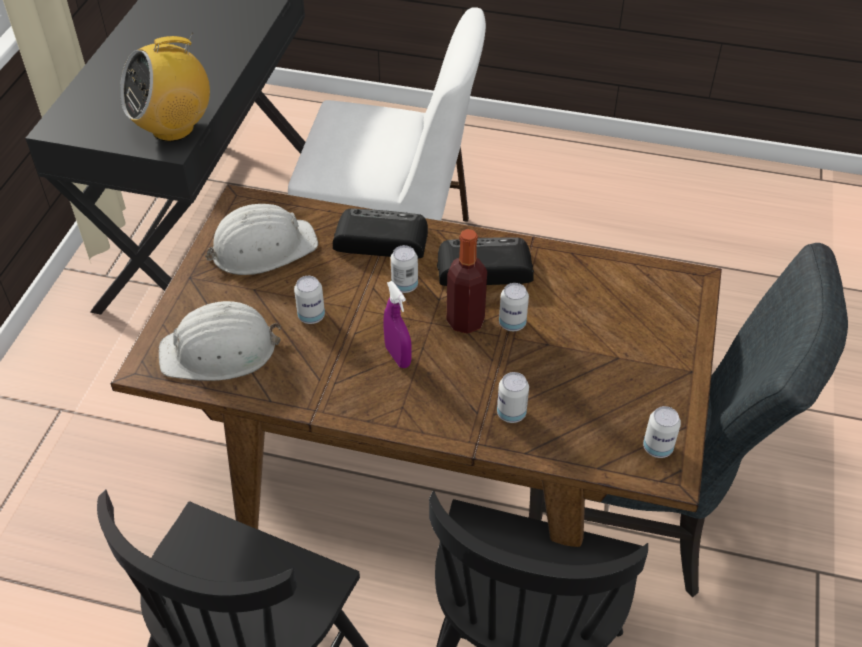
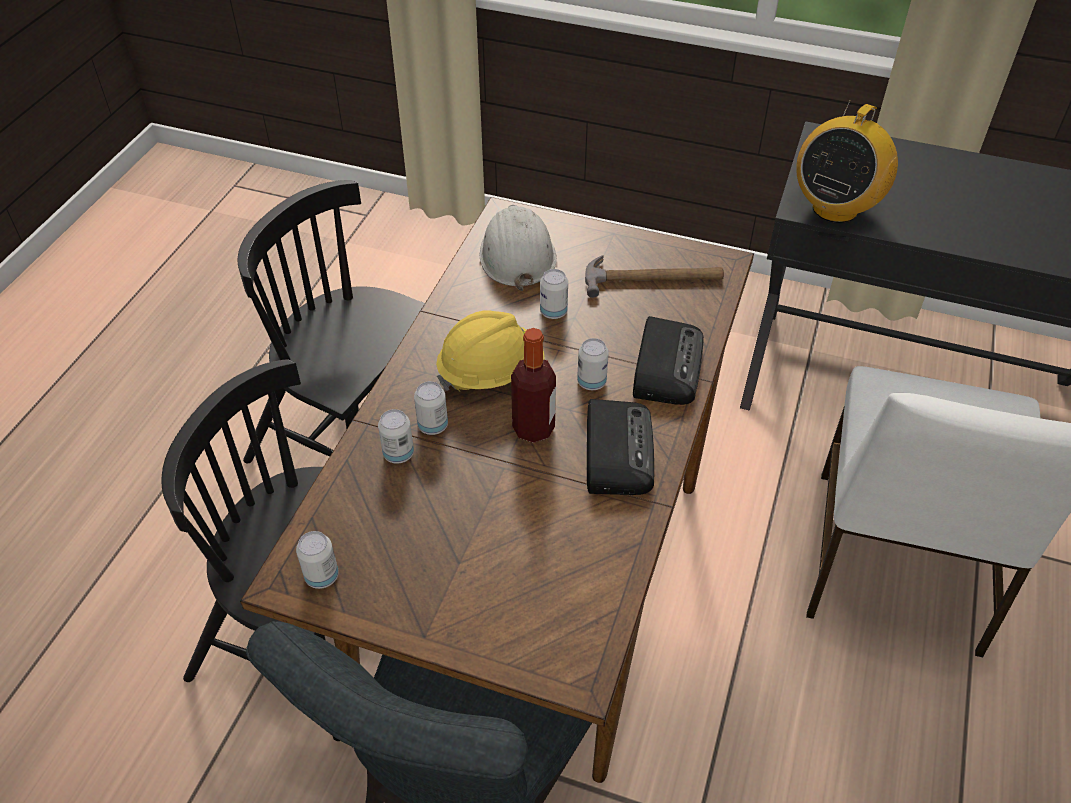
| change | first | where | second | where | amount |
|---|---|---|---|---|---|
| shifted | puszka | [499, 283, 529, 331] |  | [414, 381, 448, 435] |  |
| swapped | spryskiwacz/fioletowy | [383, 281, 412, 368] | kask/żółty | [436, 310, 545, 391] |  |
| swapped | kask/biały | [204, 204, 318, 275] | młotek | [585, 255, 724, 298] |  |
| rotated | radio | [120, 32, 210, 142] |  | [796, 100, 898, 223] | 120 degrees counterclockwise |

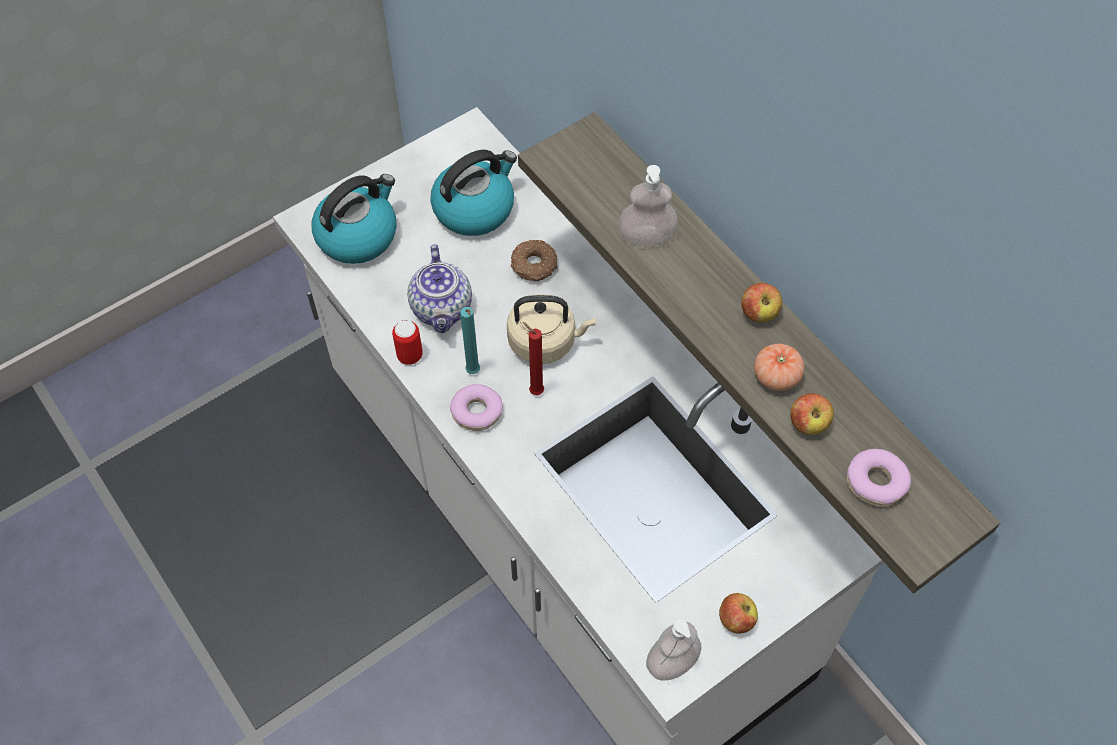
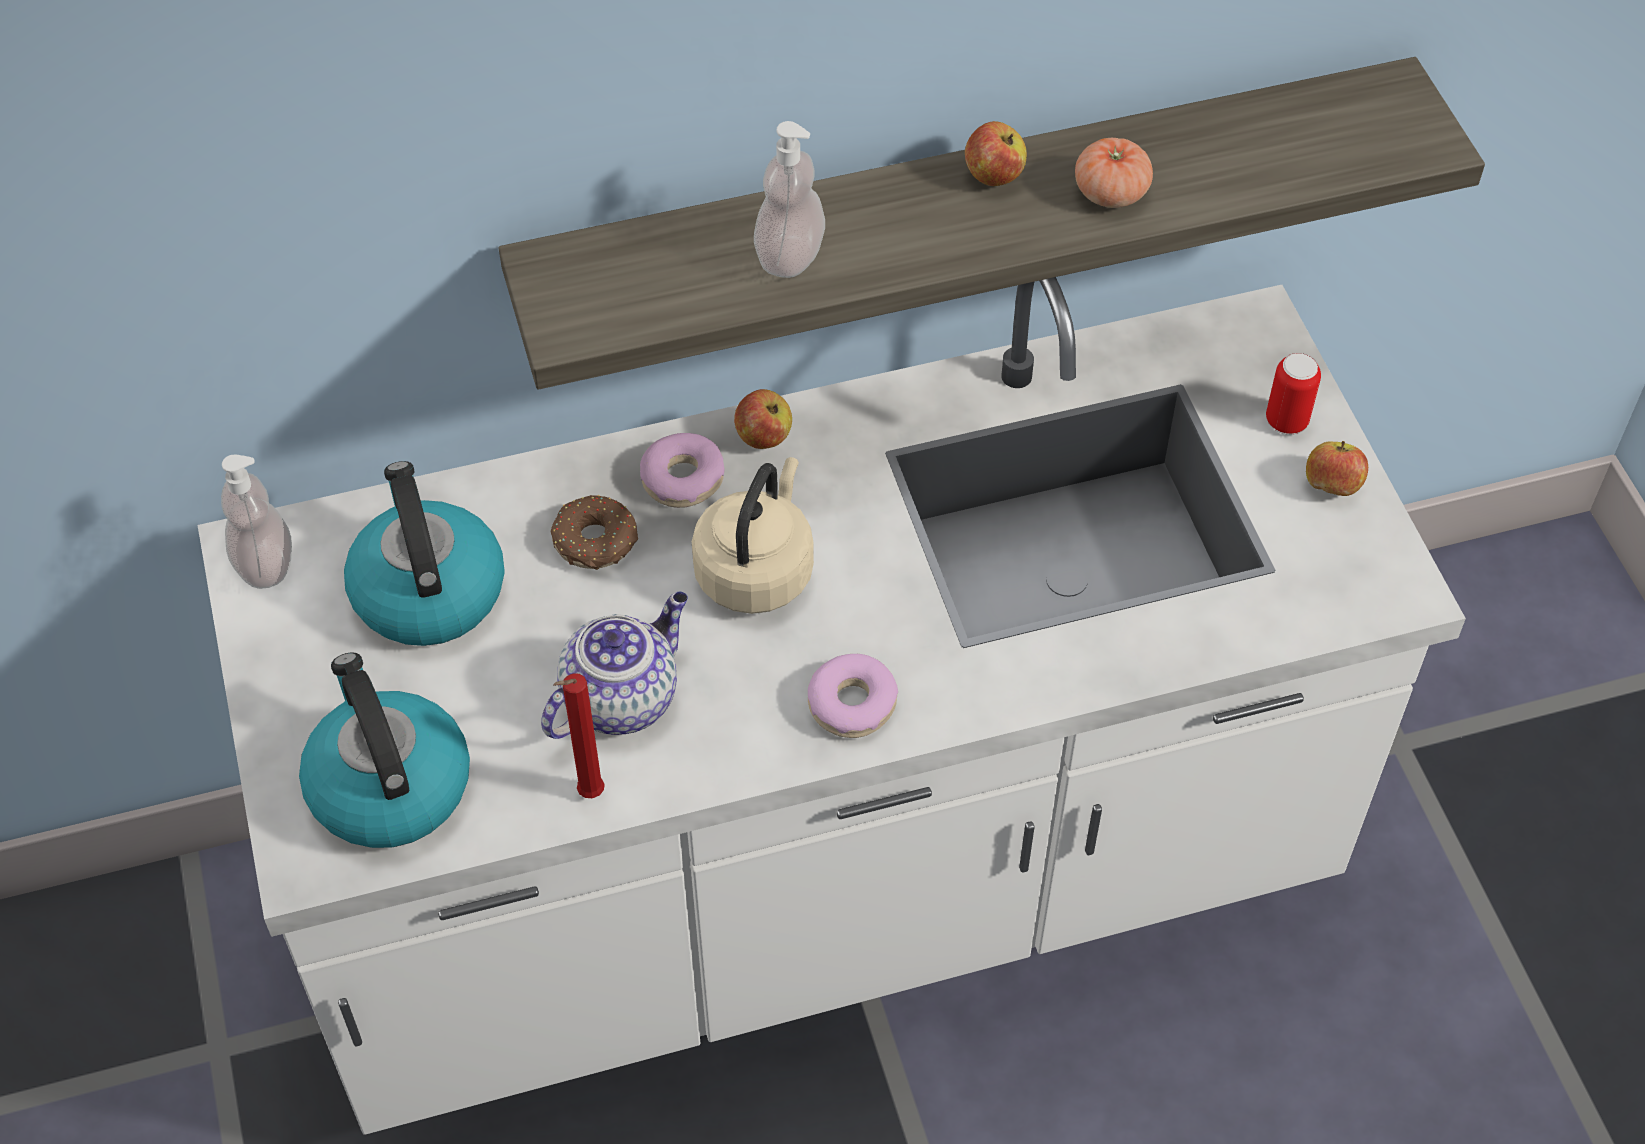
| change | first | where | second | where | amount |
|---|---|---|---|---|---|
| shifted | dozownik mydła | [646, 619, 701, 681] |  | [221, 455, 292, 589] |  |
| rotated | imbryk | [407, 244, 472, 333] |  | [541, 591, 688, 739] | 60 degrees counterclockwise |
| shifted | świeca/czerwony | [523, 322, 544, 395] |  | [553, 673, 605, 798] |  |
| shifted | donut | [847, 449, 911, 507] |  | [640, 433, 725, 508] |  |
| shifted | jabłko | [790, 393, 834, 435] |  | [734, 389, 792, 449] |  |
| shifted | puszka | [392, 320, 423, 365] |  | [1266, 353, 1321, 435] |  |
| gone | świeca/turkusowy | [460, 307, 480, 374] |  |  |  |

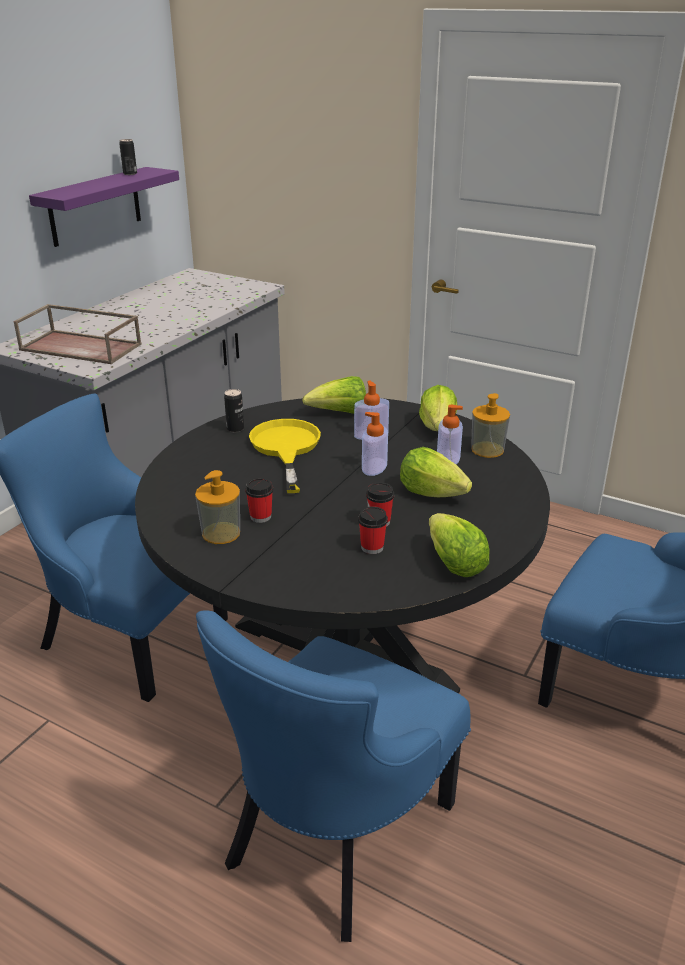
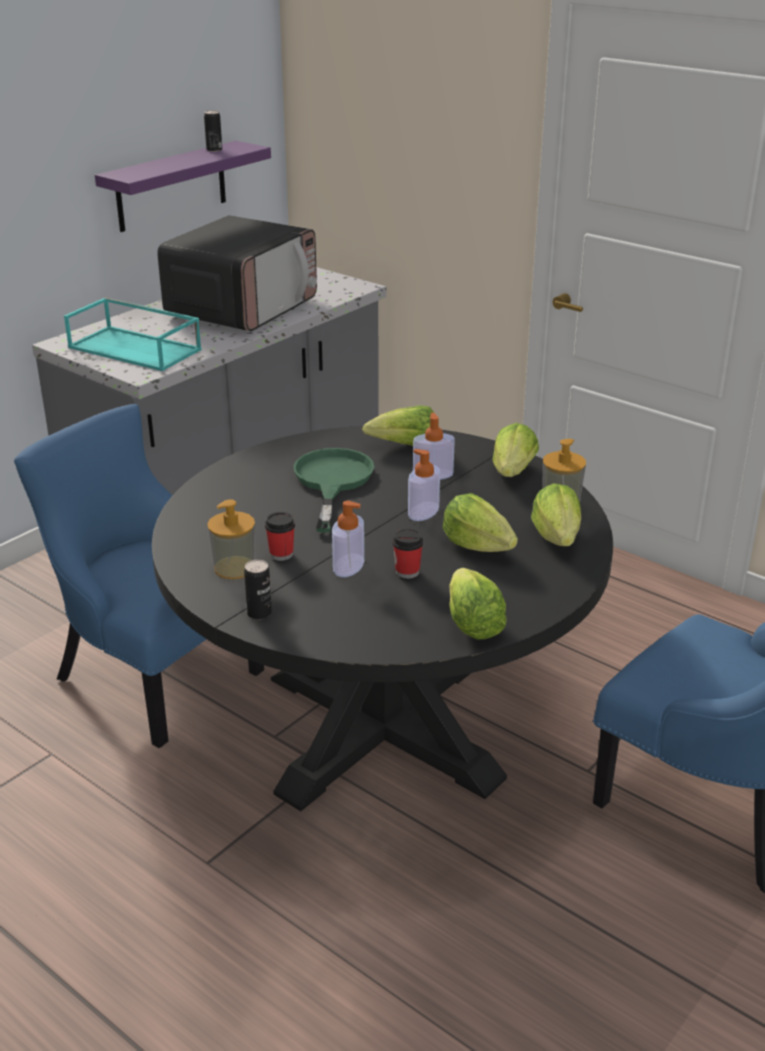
| change | first | where | second | where | amount |
|---|---|---|---|---|---|
| repainted | taca/brązowy | [13, 304, 142, 364] | taca/turkusowy | [64, 297, 202, 371] |  |
| new |  |  | mikrofalówka | [157, 215, 317, 331] |  |
| shifted | puszka | [224, 389, 244, 432] |  | [244, 560, 272, 620] |  |
| repainted | patelnia/żółty | [249, 419, 321, 493] | patelnia/zielony | [293, 448, 374, 532] |  |
| shifted | dozownik mydła | [437, 405, 463, 465] |  | [332, 501, 364, 577] |  |
| new |  |  | sałata | [531, 484, 581, 546] |  |
| gone | krzesło/niebieski | [196, 610, 471, 942] |  |  |  |
| gone | filiżanka | [358, 506, 388, 554] |  |  |  |

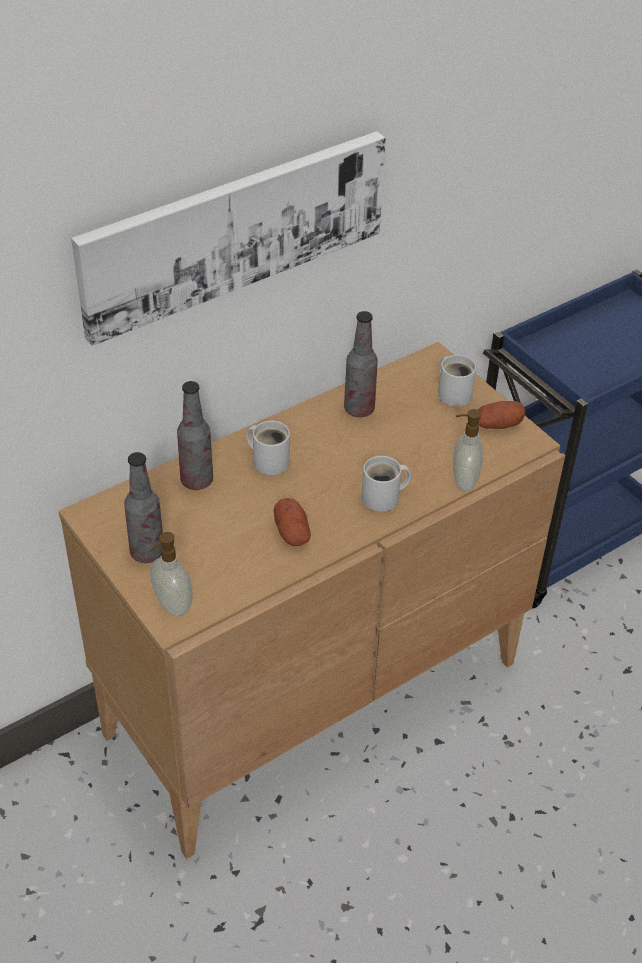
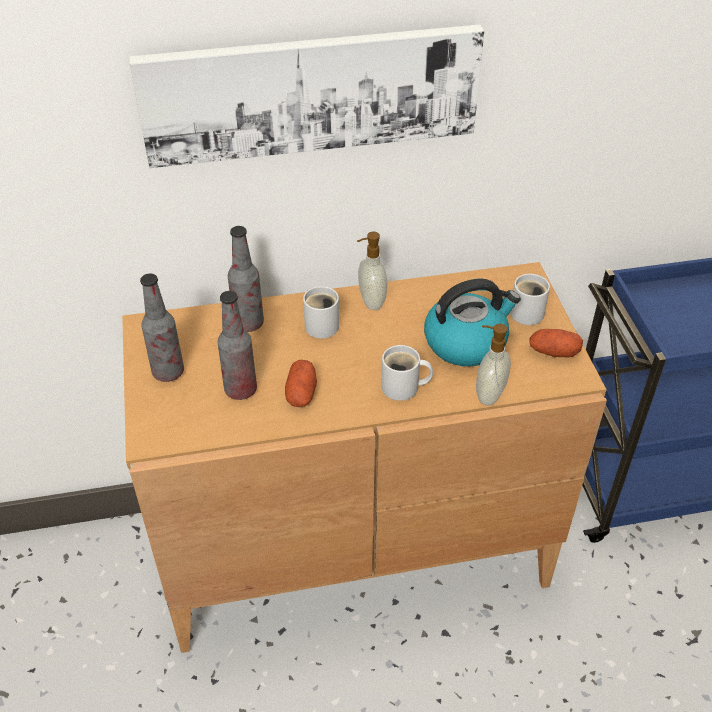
| change | first | where | second | where | amount |
|---|---|---|---|---|---|
| shifted | butelka | [344, 311, 378, 417] |  | [218, 291, 257, 400] |  |
| shifted | dozownik mydła | [150, 532, 193, 616] |  | [357, 232, 387, 310] |  |
| new |  |  | czajnik | [424, 279, 521, 366] |  |

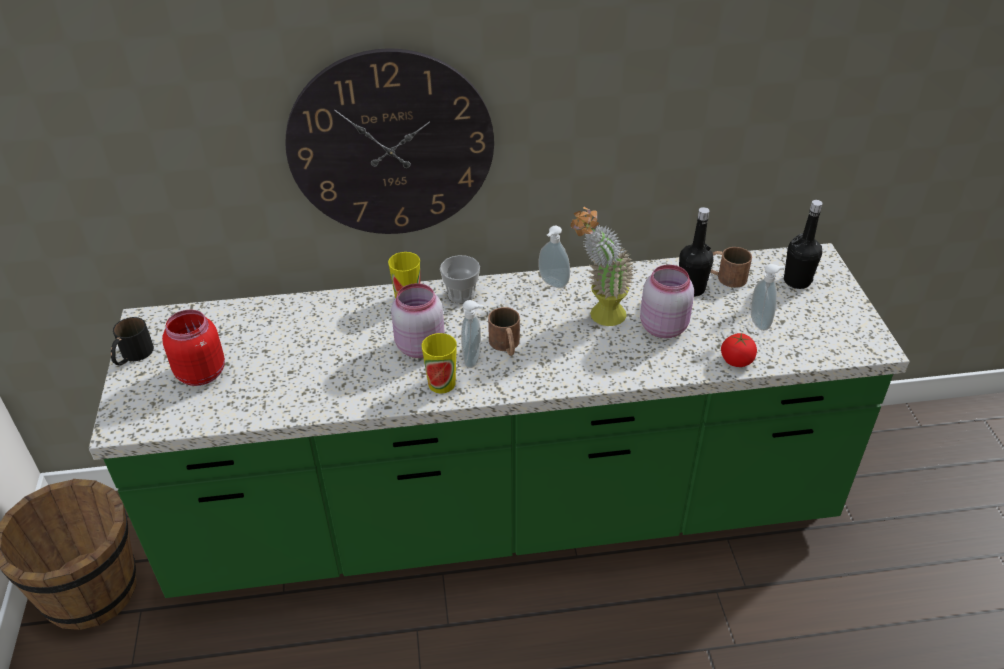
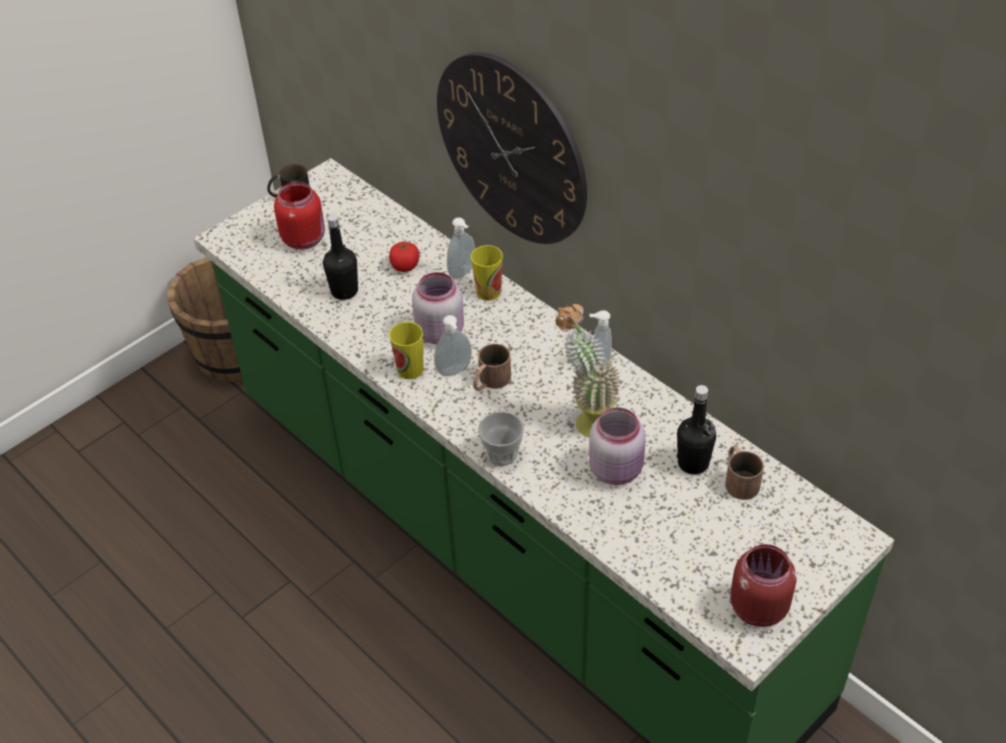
| change | first | where | second | where | amount |
|---|---|---|---|---|---|
| shifted | butelka/czarny | [784, 200, 823, 289] |  | [323, 214, 358, 300] |  |
| shifted | pomidor | [721, 333, 757, 367] |  | [389, 242, 419, 272] |  |
| shifted | dozownik mydła | [751, 264, 785, 331] |  | [447, 218, 475, 279] |  |
| shifted | filiżanka | [440, 255, 480, 303] |  | [478, 411, 524, 466] |  |
| new |  |  | słoik/czerwony | [730, 544, 796, 627] |  |

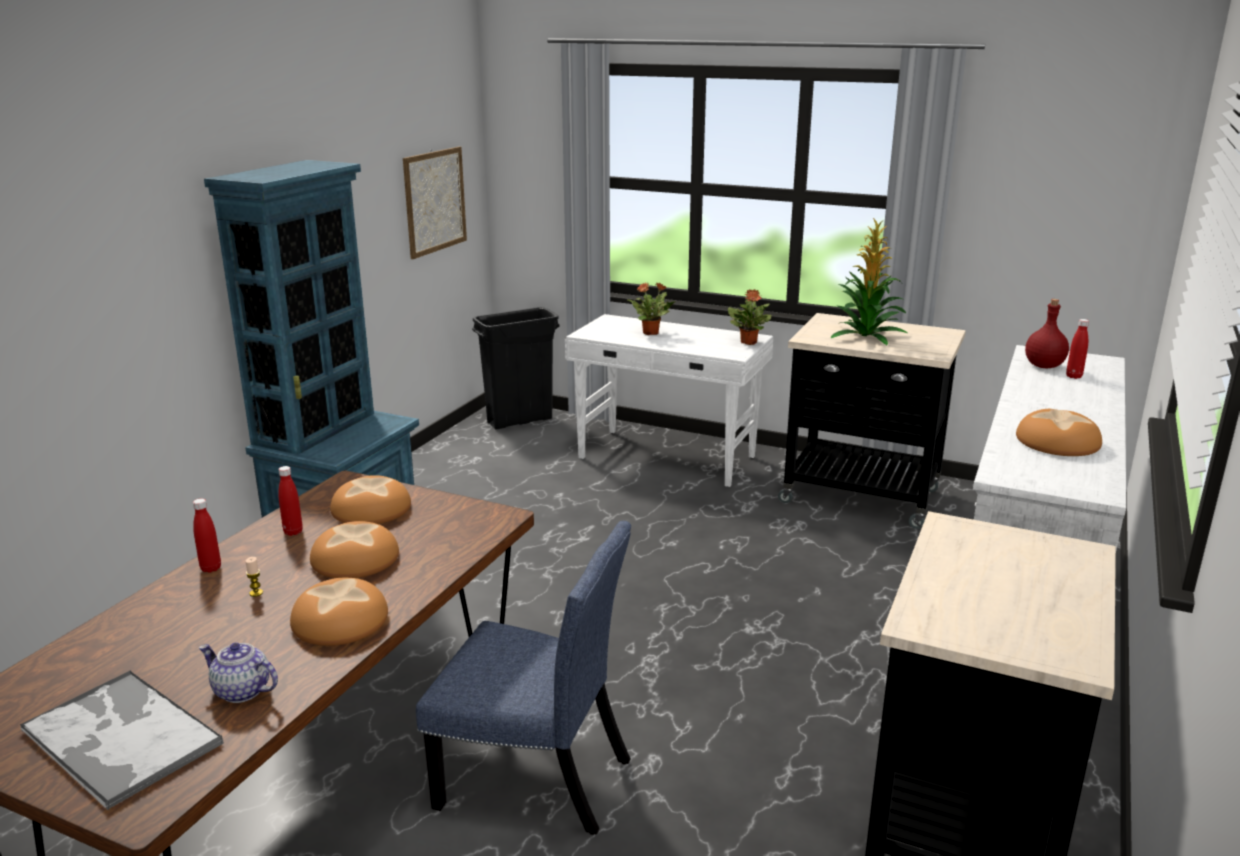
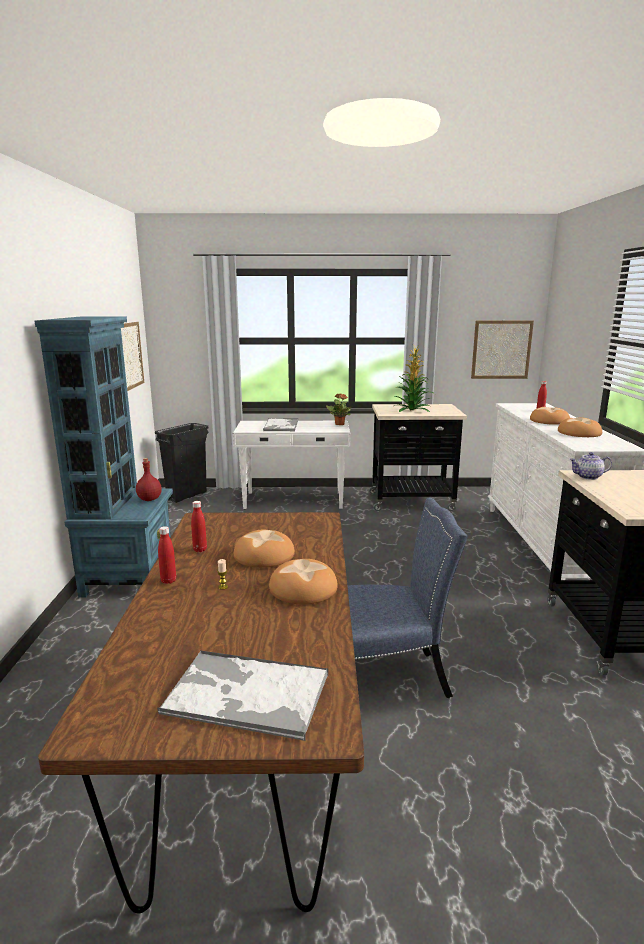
| change | first | where | second | where | amount |
|---|---|---|---|---|---|
| shifted | butelka/czerwony | [1025, 299, 1069, 369] |  | [136, 458, 162, 501] |  |
| swapped | roślina doniczkowa | [627, 282, 676, 335] | taca | [263, 418, 298, 431] |  |
| new |  |  | obraz | [471, 319, 534, 379] |  |
| shifted | chleb | [330, 475, 411, 524] |  | [530, 407, 570, 425] |  |
| shifted | imbryk | [199, 643, 278, 703] |  | [570, 452, 612, 480] |  |

